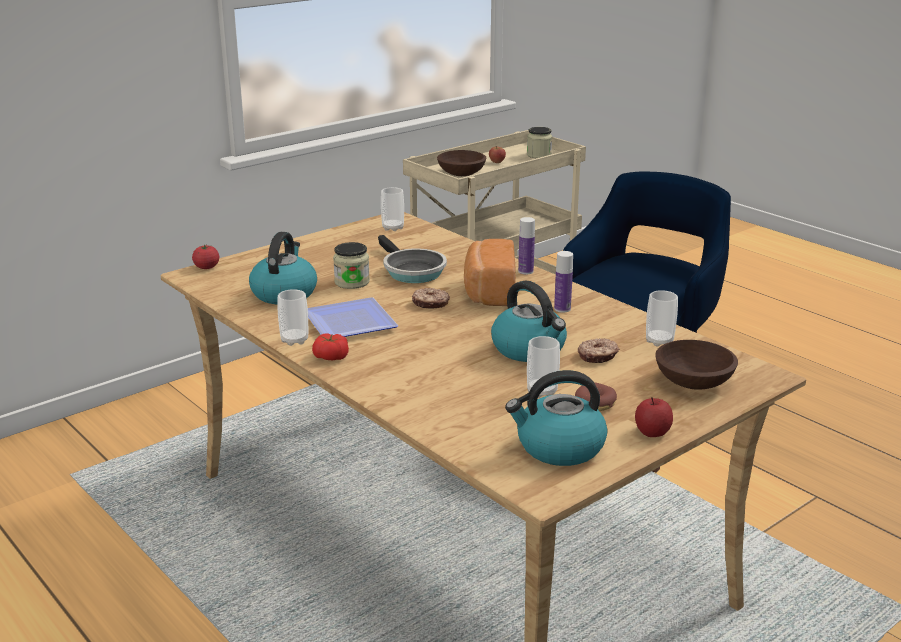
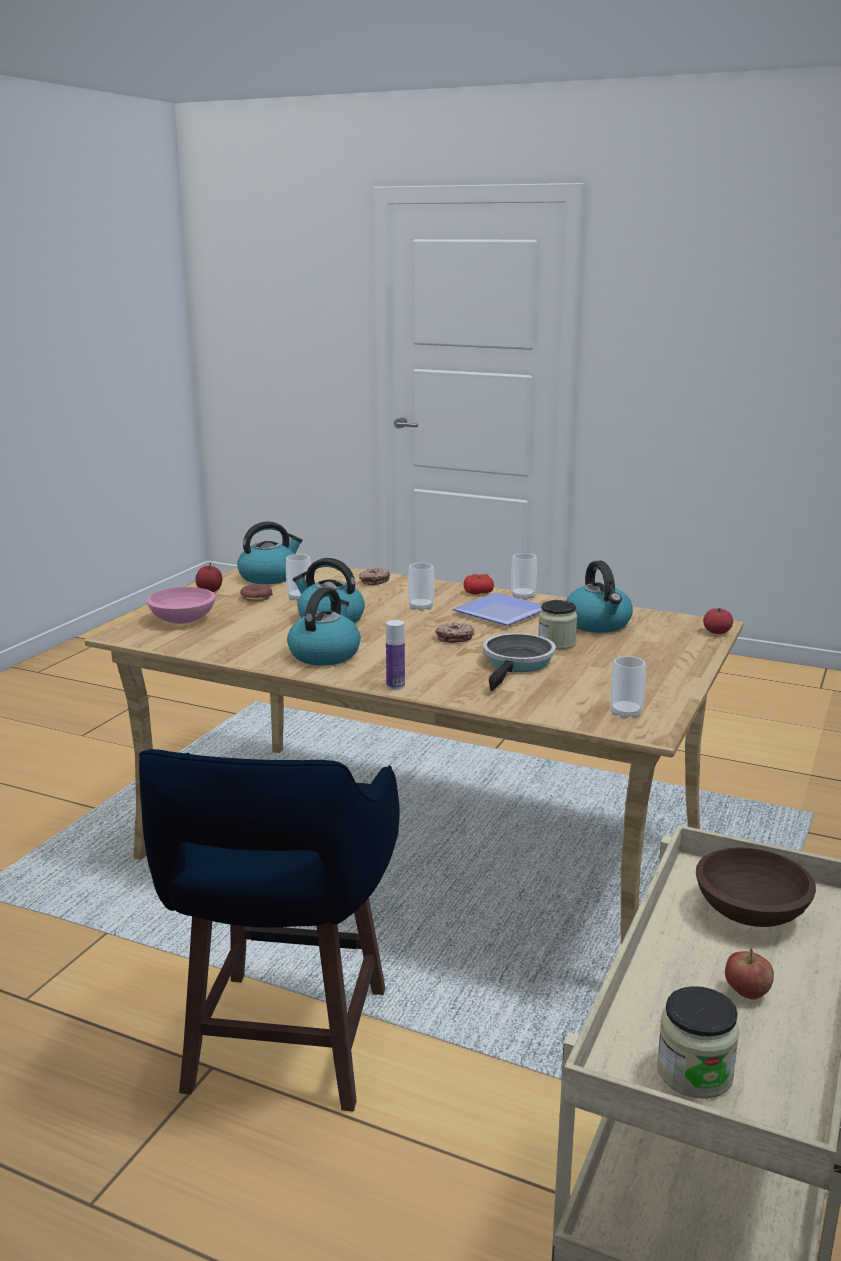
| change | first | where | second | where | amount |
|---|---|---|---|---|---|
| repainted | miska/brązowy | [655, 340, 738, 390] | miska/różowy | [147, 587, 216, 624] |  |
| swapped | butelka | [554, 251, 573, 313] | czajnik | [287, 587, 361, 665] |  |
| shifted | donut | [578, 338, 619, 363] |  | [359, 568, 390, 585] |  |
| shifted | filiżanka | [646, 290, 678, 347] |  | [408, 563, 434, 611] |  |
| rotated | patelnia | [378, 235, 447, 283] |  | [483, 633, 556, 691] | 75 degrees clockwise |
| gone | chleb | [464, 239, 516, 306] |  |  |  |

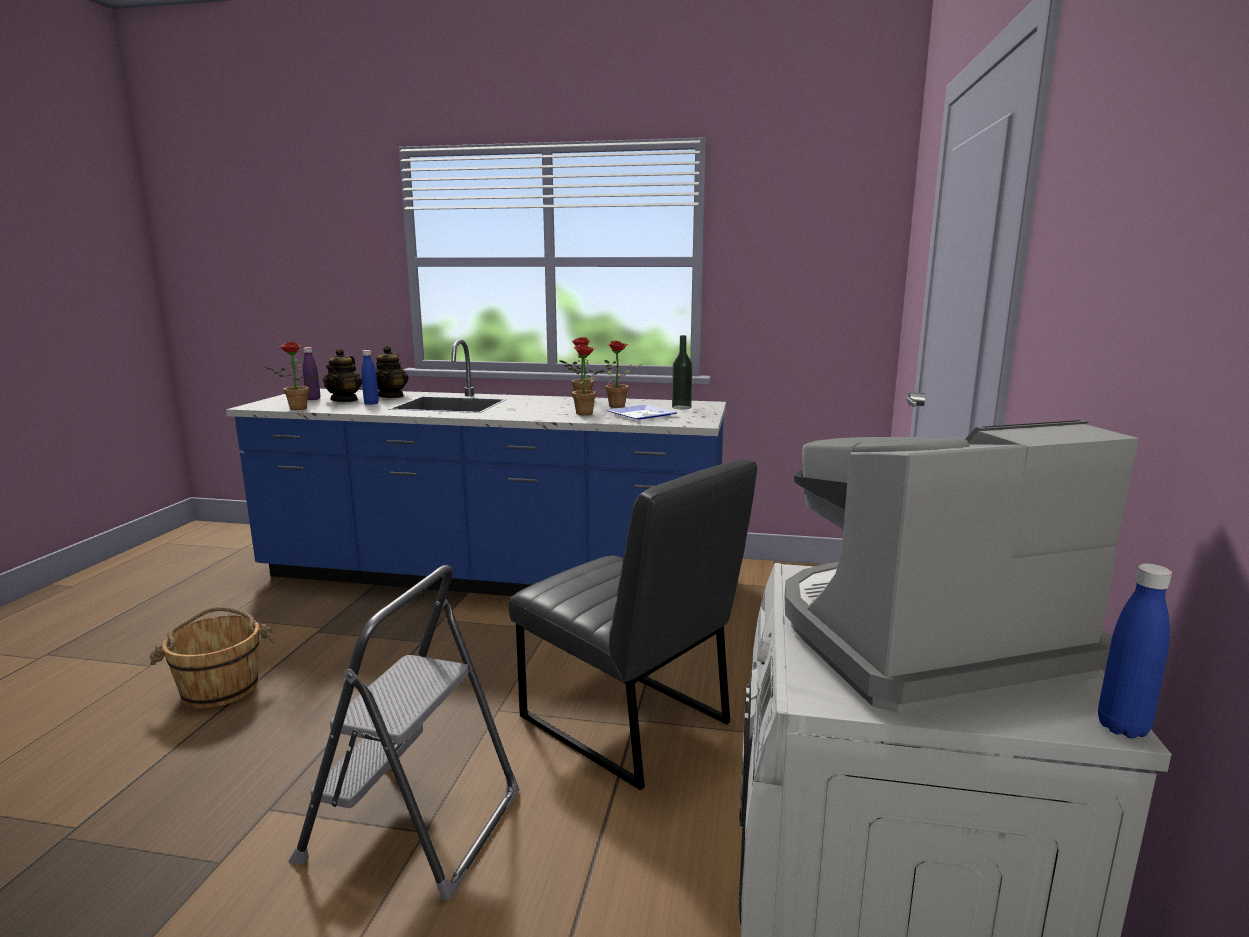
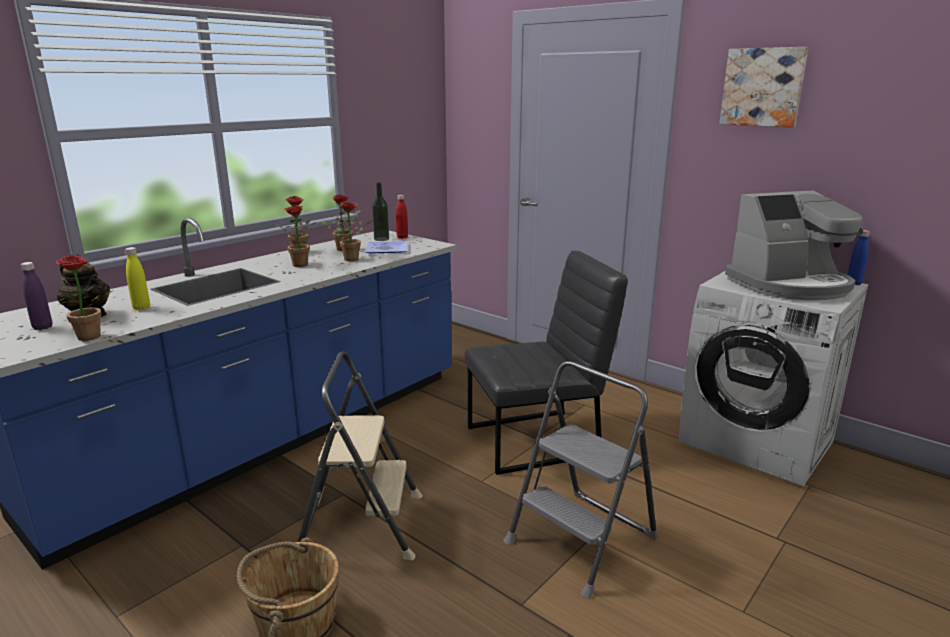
| change | first | where | second | where | amount |
|---|---|---|---|---|---|
| repainted | butelka/niebieski | [361, 350, 379, 405] | butelka/żółty | [125, 247, 150, 310] |  |
| new |  |  | roślina doniczkowa | [276, 205, 310, 267] |  |
| new |  |  | drabinka/beżowy | [298, 351, 422, 560] |  |
| new |  |  | butelka/czerwony | [396, 195, 408, 239] |  |
| new |  |  | obraz | [719, 47, 808, 127] |  |
| rotated | ekspres do kawy | [785, 420, 1139, 713] |  | [725, 190, 863, 300] | 120 degrees counterclockwise |
| gone | imbryk | [375, 346, 409, 398] |  |  |  |

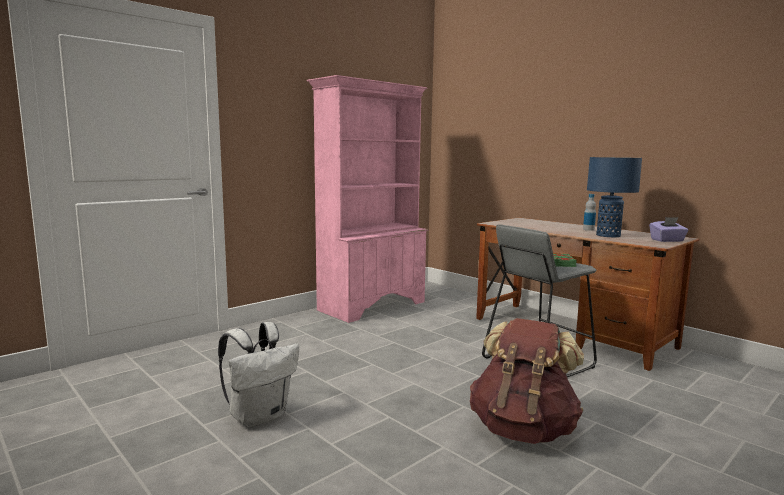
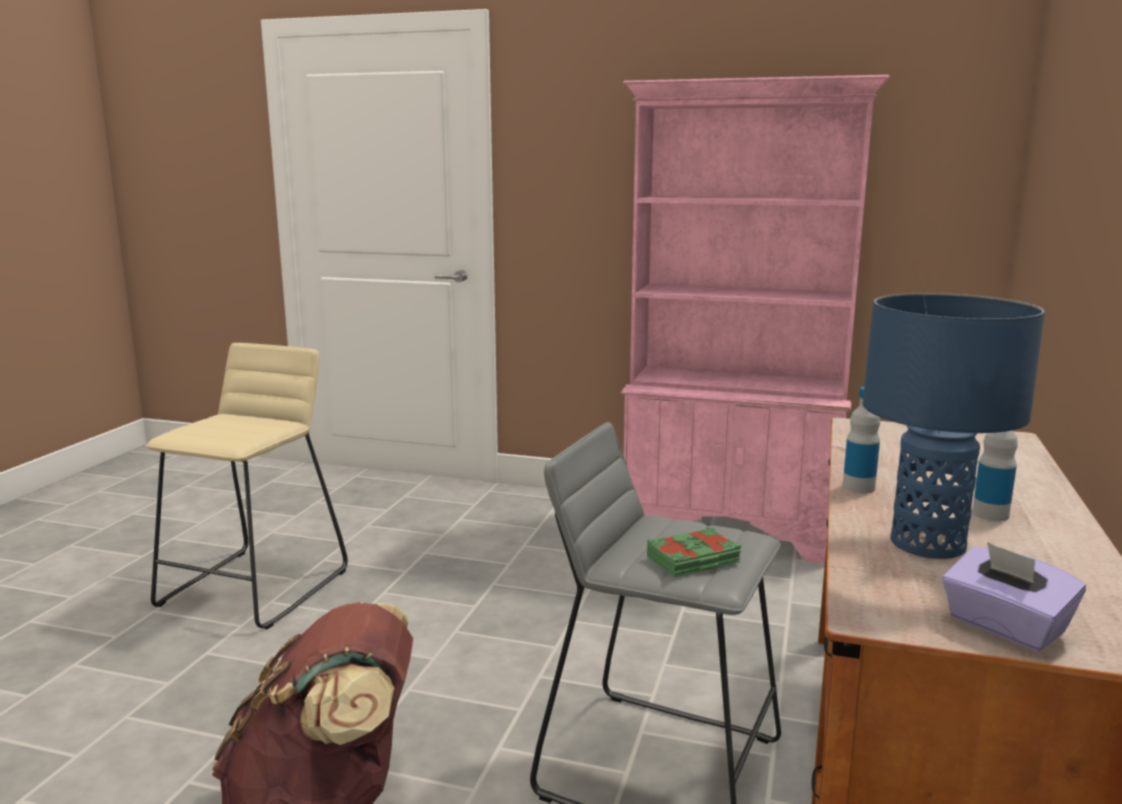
| change | first | where | second | where | amount |
|---|---|---|---|---|---|
| swapped | plecak/biały | [218, 322, 299, 428] | stołek/beżowy | [145, 343, 348, 629] |  |
| new |  |  | butelka | [843, 387, 880, 494] |  |

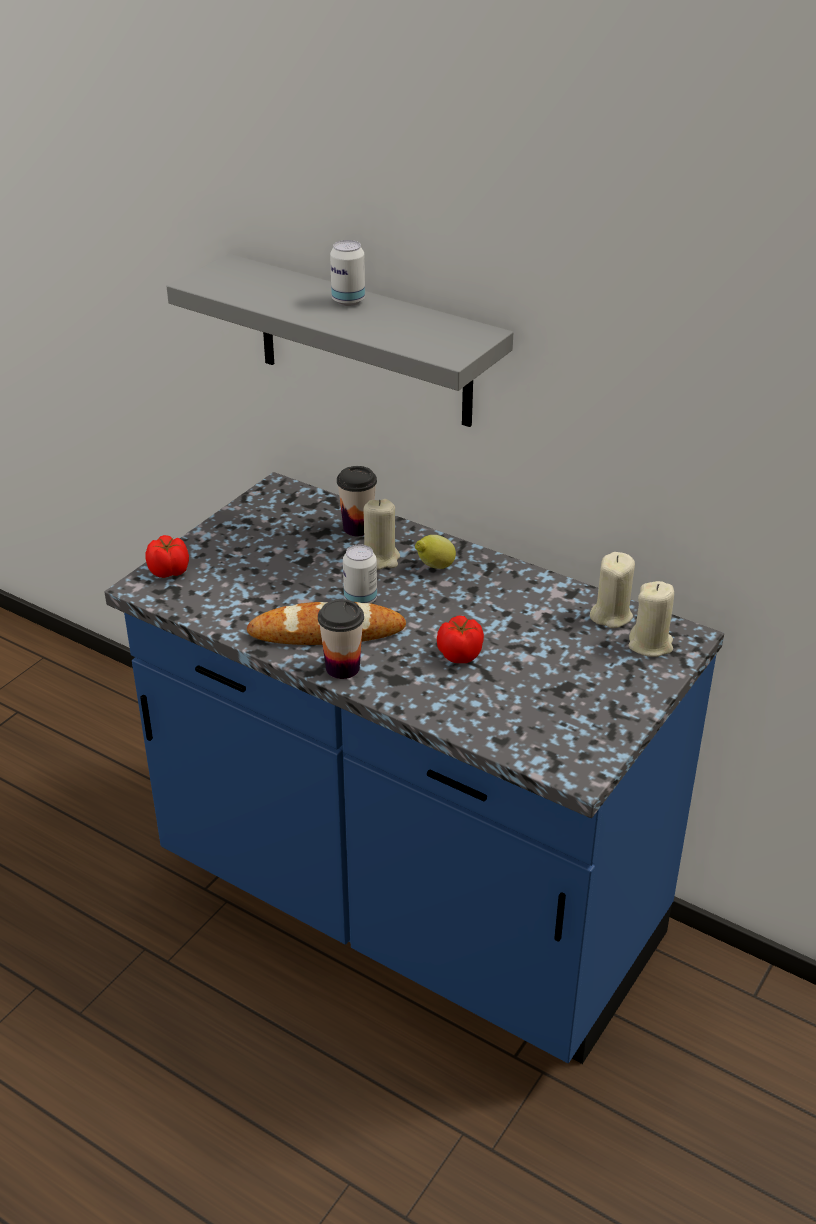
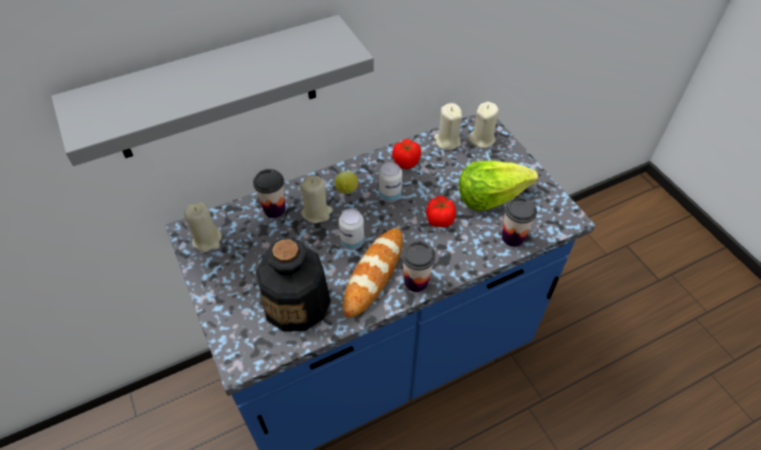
| change | first | where | second | where | amount |
|---|---|---|---|---|---|
| new |  |  | świeca/beżowy | [184, 202, 222, 252] |  |
| new |  |  | butelka | [256, 238, 331, 332] |  |
| shifted | puszka | [330, 240, 365, 306] |  | [379, 162, 402, 202] |  |
| shifted | pomidor | [145, 535, 189, 578] |  | [392, 139, 421, 169] |  |
| new |  |  | sałata | [459, 161, 538, 211] |  |
| new |  |  | filiżanka | [502, 197, 537, 247] |  |

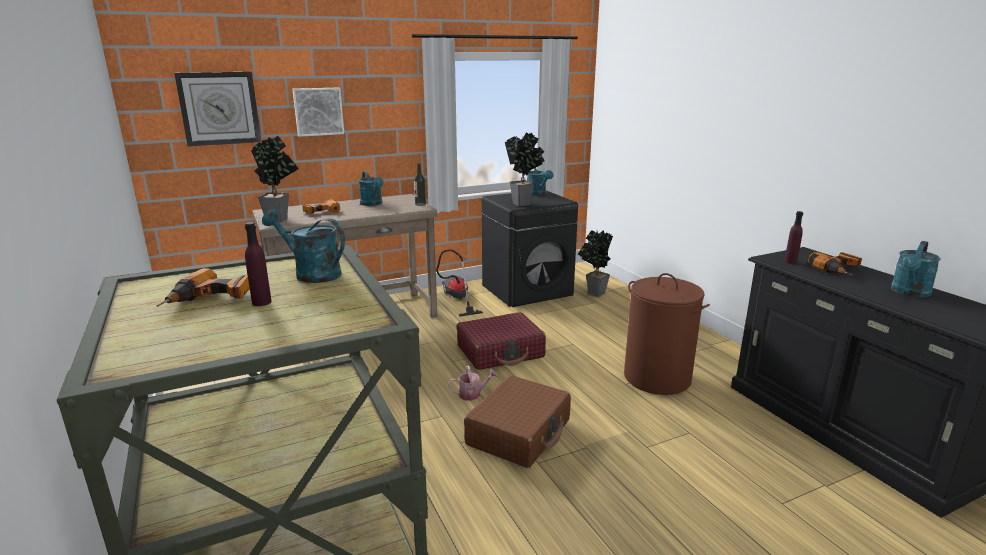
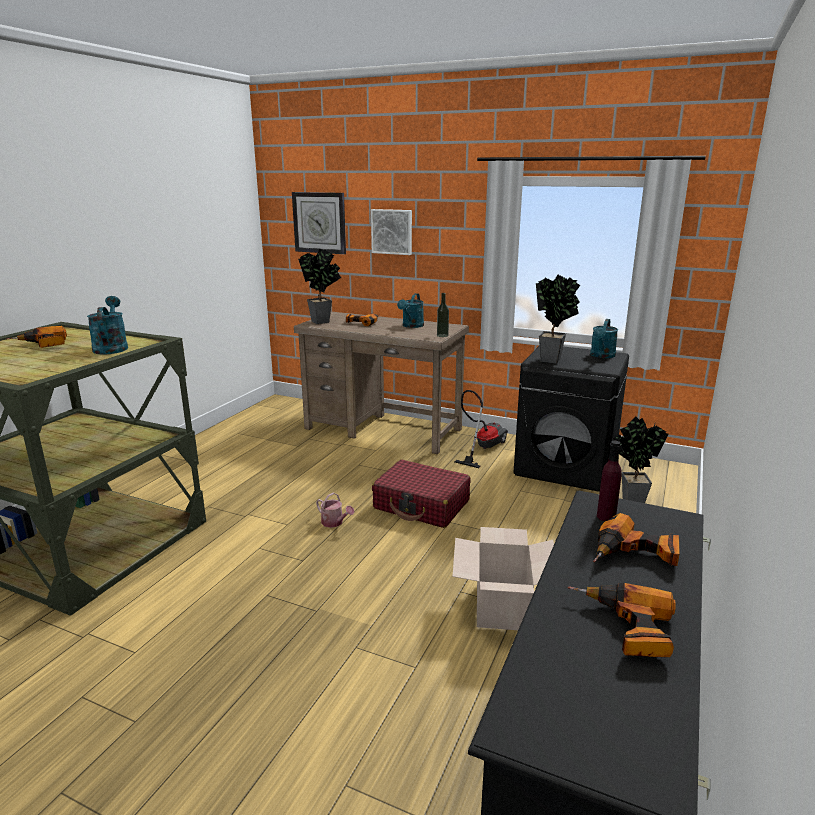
| change | first | where | second | where | amount |
|---|---|---|---|---|---|
| swapped | kosz na pranie/brązowy | [624, 273, 710, 395] | karton | [452, 527, 554, 630] |  |
| swapped | konewka/turkusowy | [891, 241, 941, 297] | wiertarka | [568, 583, 676, 657] |  |
| gone | butelka/fioletowy | [245, 222, 272, 306] |  |  |  |
| gone | walizka/brązowy | [464, 375, 571, 468] |  |  |  |

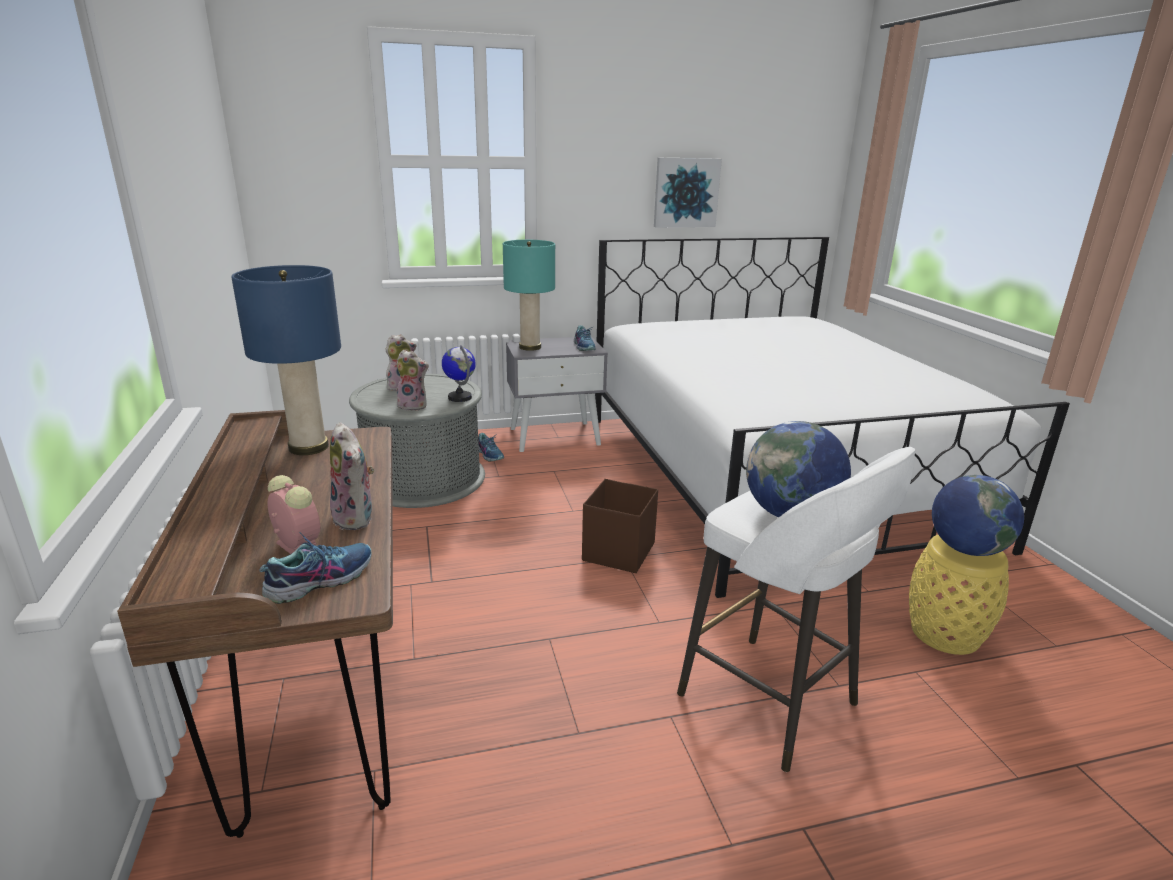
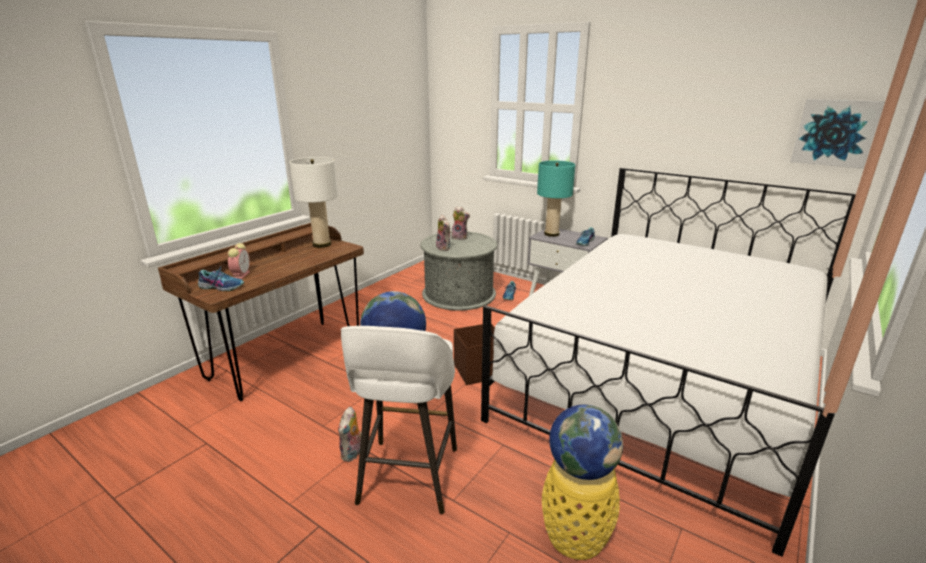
| change | first | where | second | where | amount |
|---|---|---|---|---|---|
| repainted | lampa stołowa/niebieski | [232, 265, 341, 455] | lampa stołowa/biały | [289, 157, 338, 248] |  |
| shifted | pluszak | [330, 422, 374, 530] |  | [338, 407, 361, 462] |  |
| shifted | obraz | [654, 158, 722, 227] |  | [790, 99, 885, 169] |  |
| gone | globus | [442, 345, 476, 402] |  |  |  |

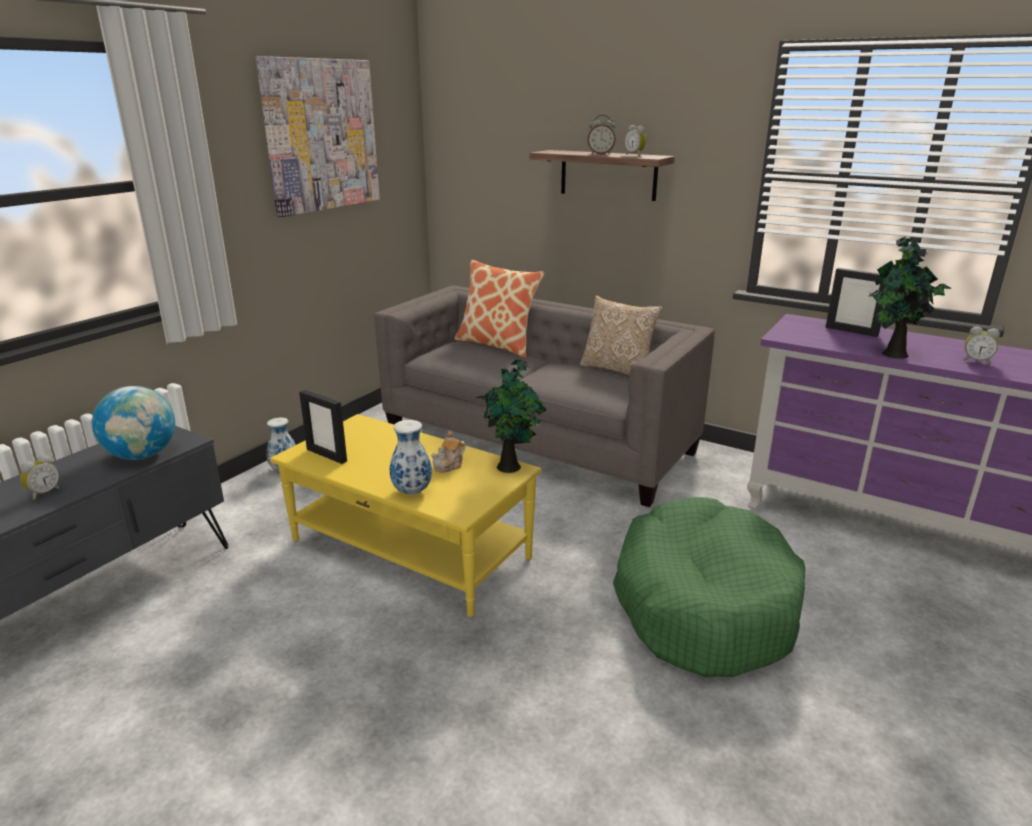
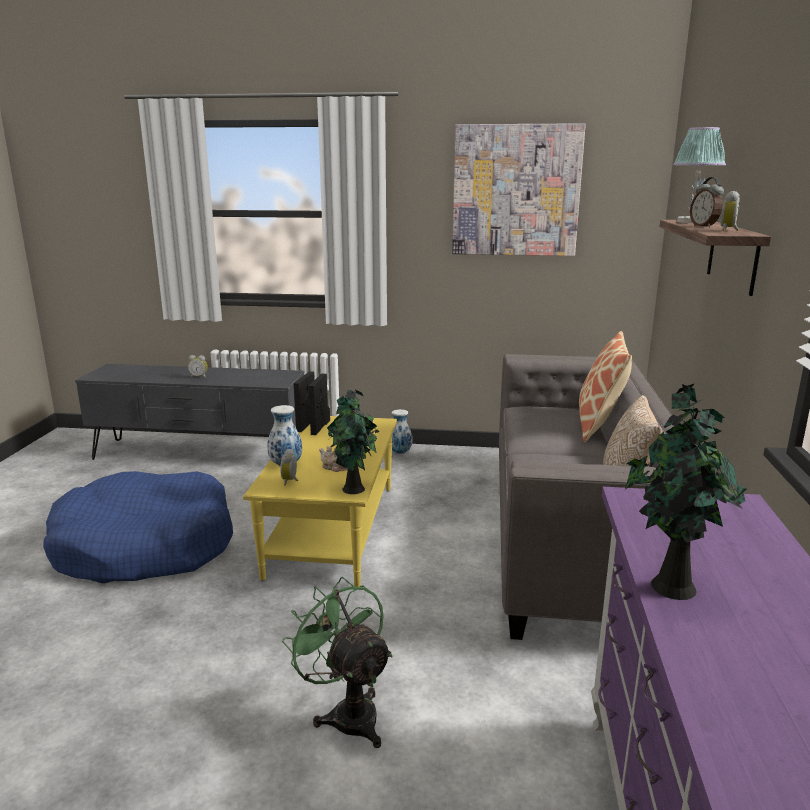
| change | first | where | second | where | amount |
|---|---|---|---|---|---|
| new |  |  | legowisko/niebieski | [43, 471, 233, 583] |  |
| shifted | budzik | [963, 326, 1000, 365] |  | [280, 449, 298, 486] |  |
| swapped | legowisko/zielony | [613, 497, 805, 678] | wentylator/zielony | [282, 577, 392, 748] |  |
| shifted | ramka na zdjęcie | [825, 268, 887, 337] |  | [294, 371, 315, 432] |  |
| new |  |  | lampa stołowa | [674, 127, 726, 223] |  |
| gone | globus | [92, 386, 175, 460] |  |  |  |

